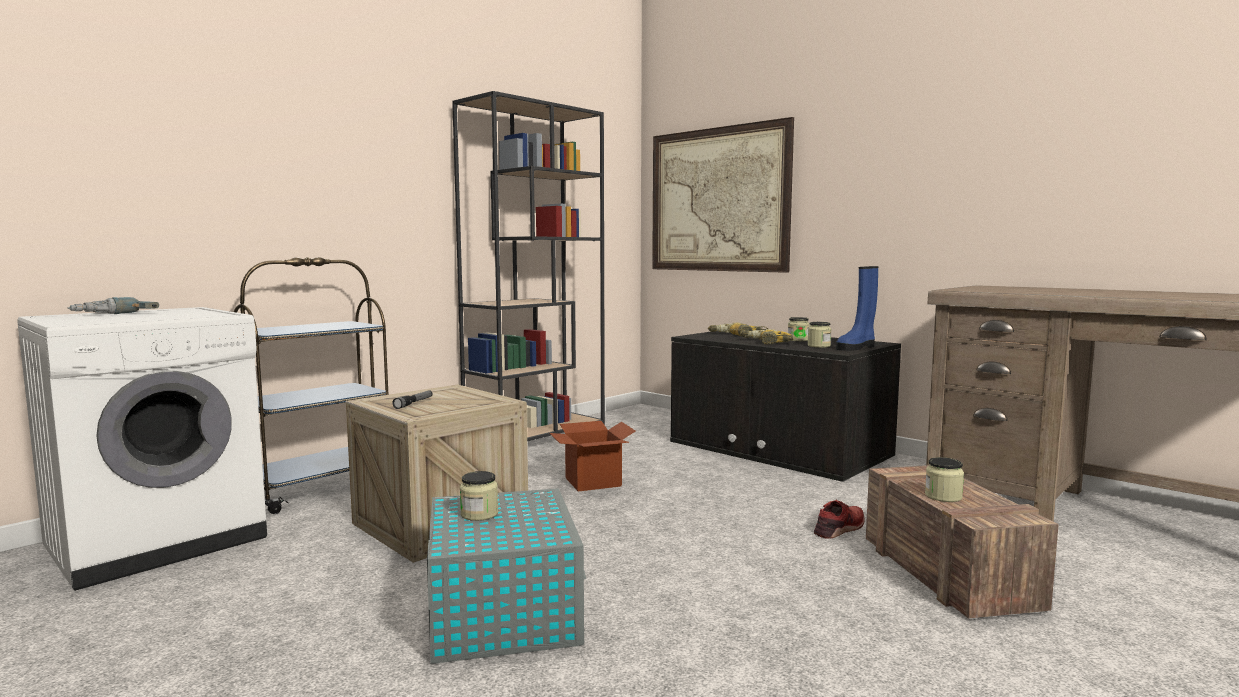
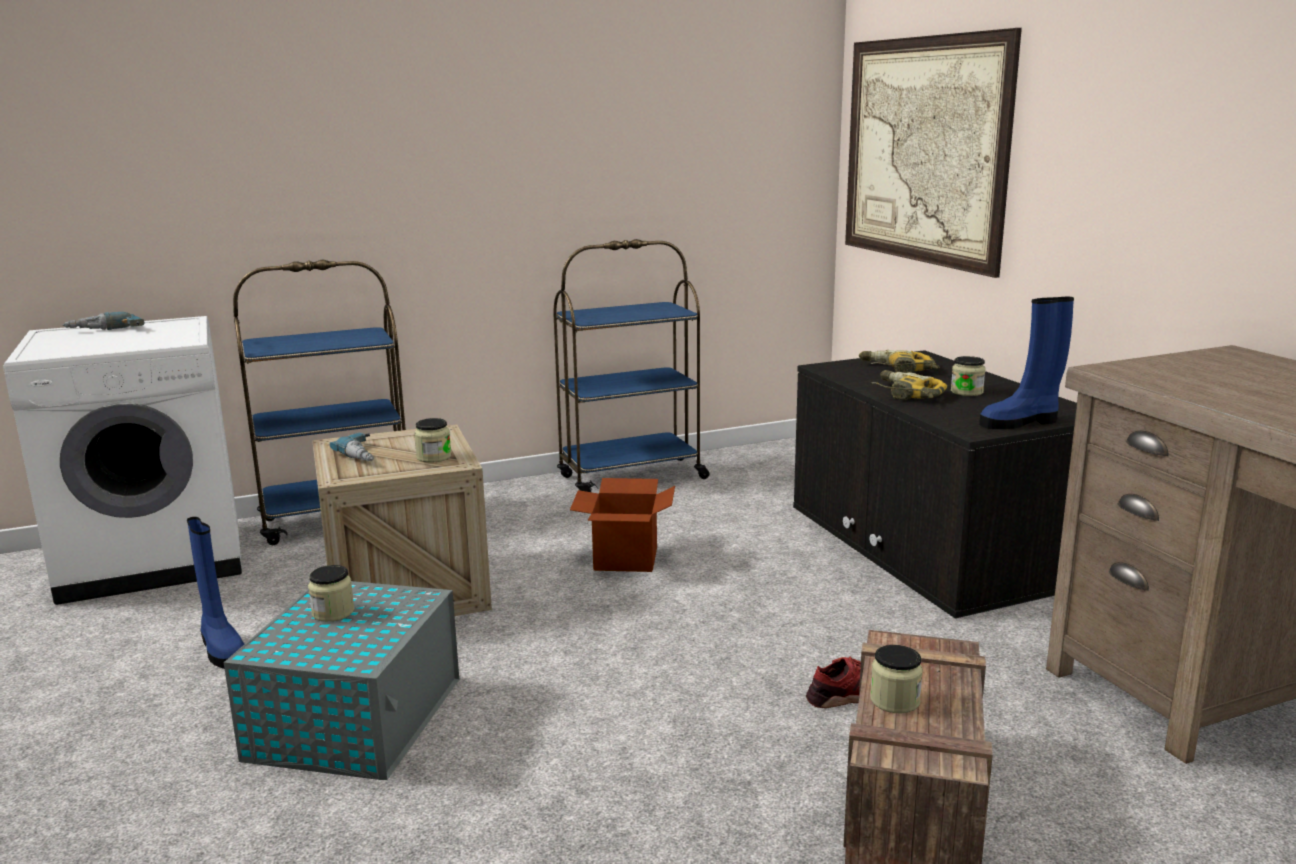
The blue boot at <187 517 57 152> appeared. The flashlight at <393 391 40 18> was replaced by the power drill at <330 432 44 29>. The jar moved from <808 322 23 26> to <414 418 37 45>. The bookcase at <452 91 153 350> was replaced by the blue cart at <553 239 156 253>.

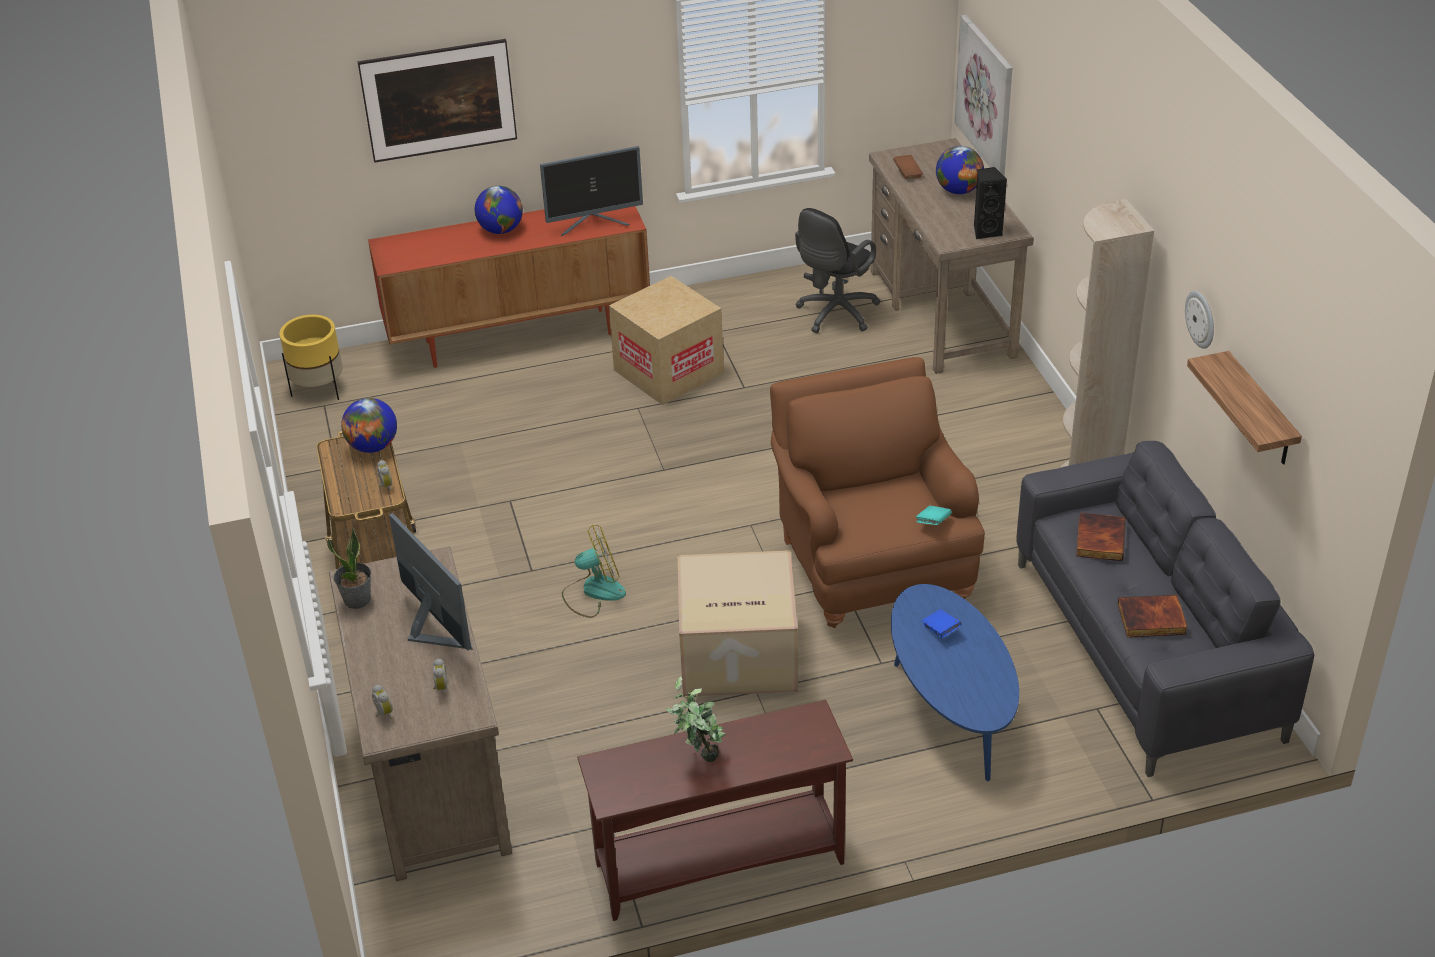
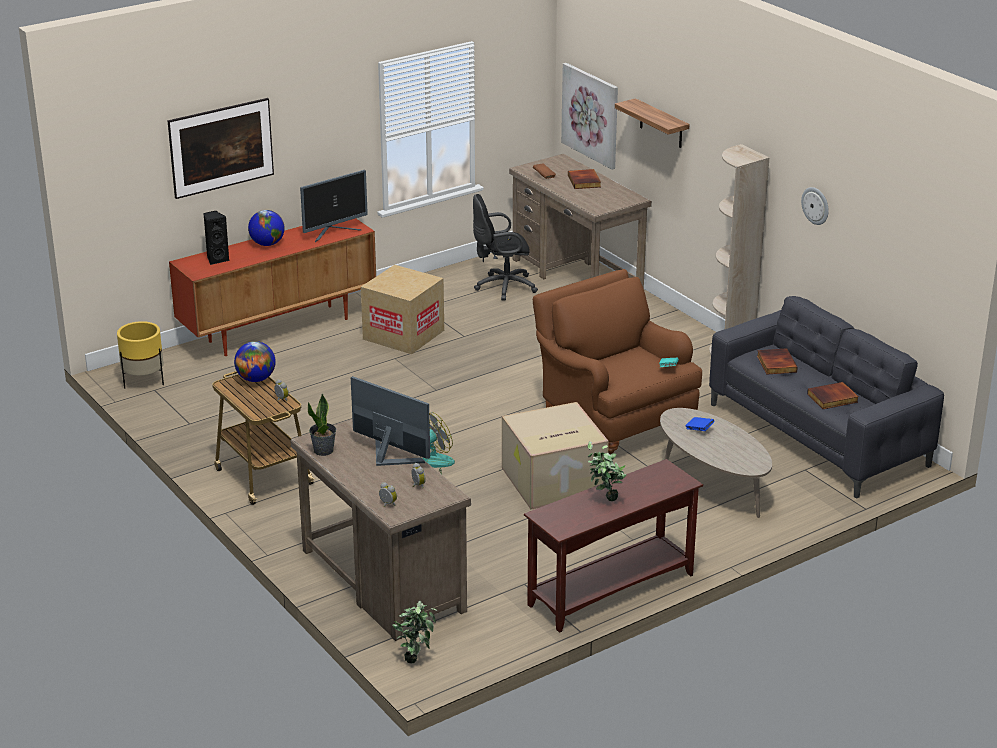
The black speaker moved from <974 167 33 73> to <203 211 26 54>. The potted plant at <392 601 45 63> appeared. The black office chair at <795 208 86 125> turned 60 degrees clockwise. The globe at <936 146 48 48> was replaced by the book at <568 169 33 20>. The shelf moved from <1187 351 115 114> to <615 98 74 50>. The blue coffee table at <891 584 128 197> became the beige coffee table at <660 408 112 110>.

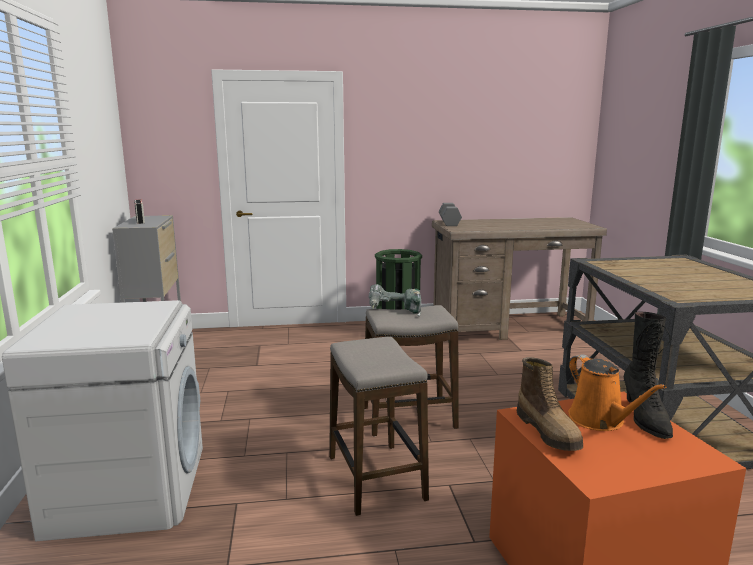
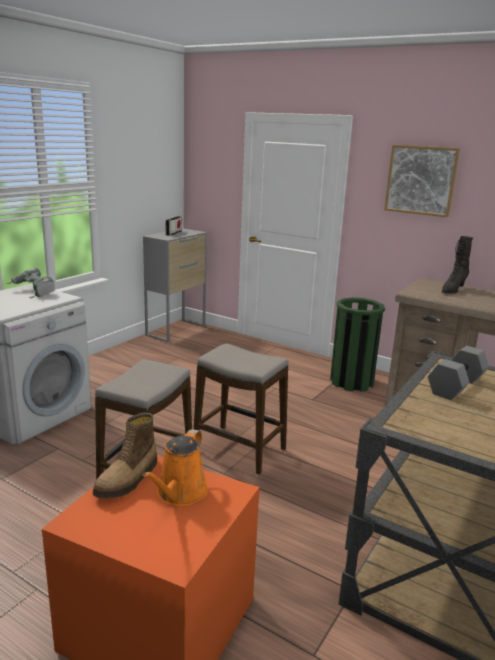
The power drill moved from <369 284 52 32> to <6 268 49 30>. The picture at <384 145 76 72> appeared. The grey dumbbell moved from <439 203 23 23> to <428 346 61 54>. The black boot moved from <624 311 49 128> to <442 236 31 58>.

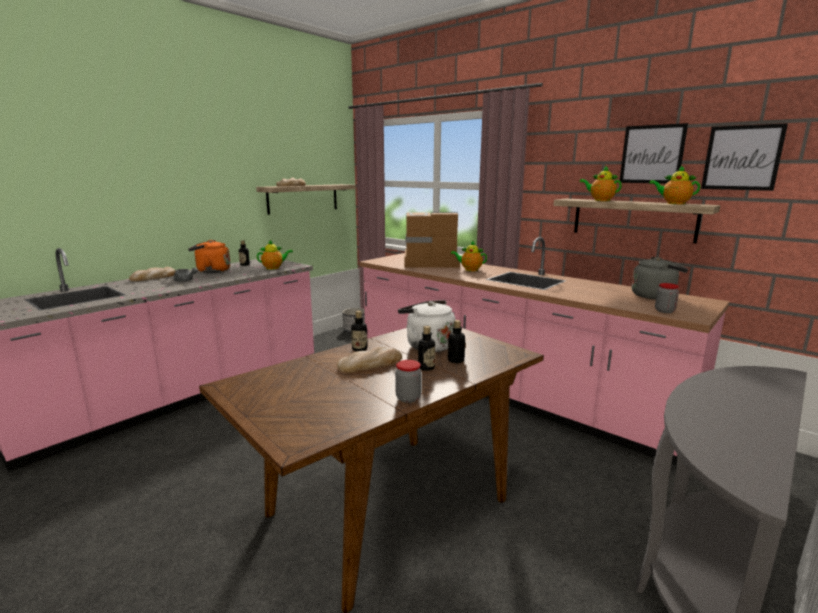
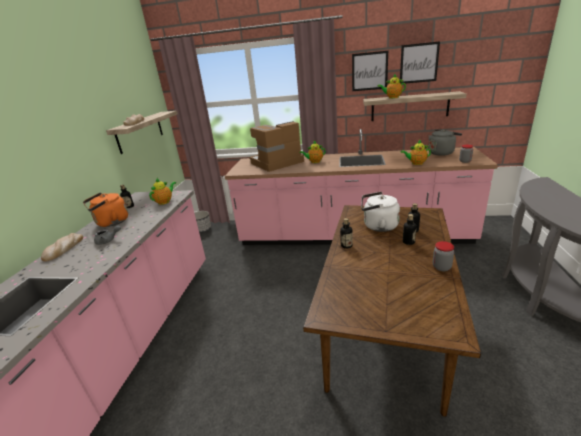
The picture moved from <701 123 87 68> to <352 51 36 40>. The teapot moved from <649 165 51 39> to <401 140 30 25>. The bread at <337 347 65 26> disappeared.

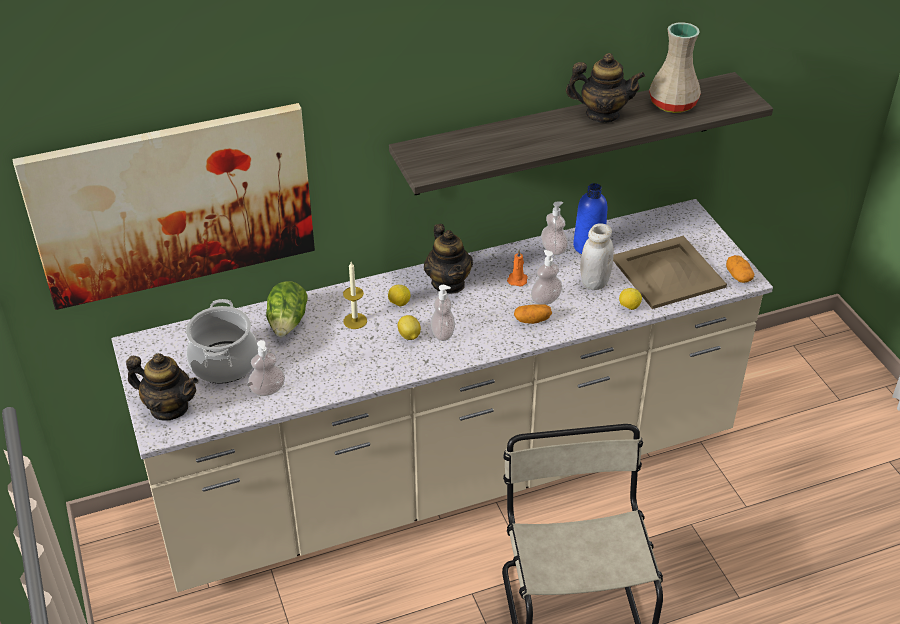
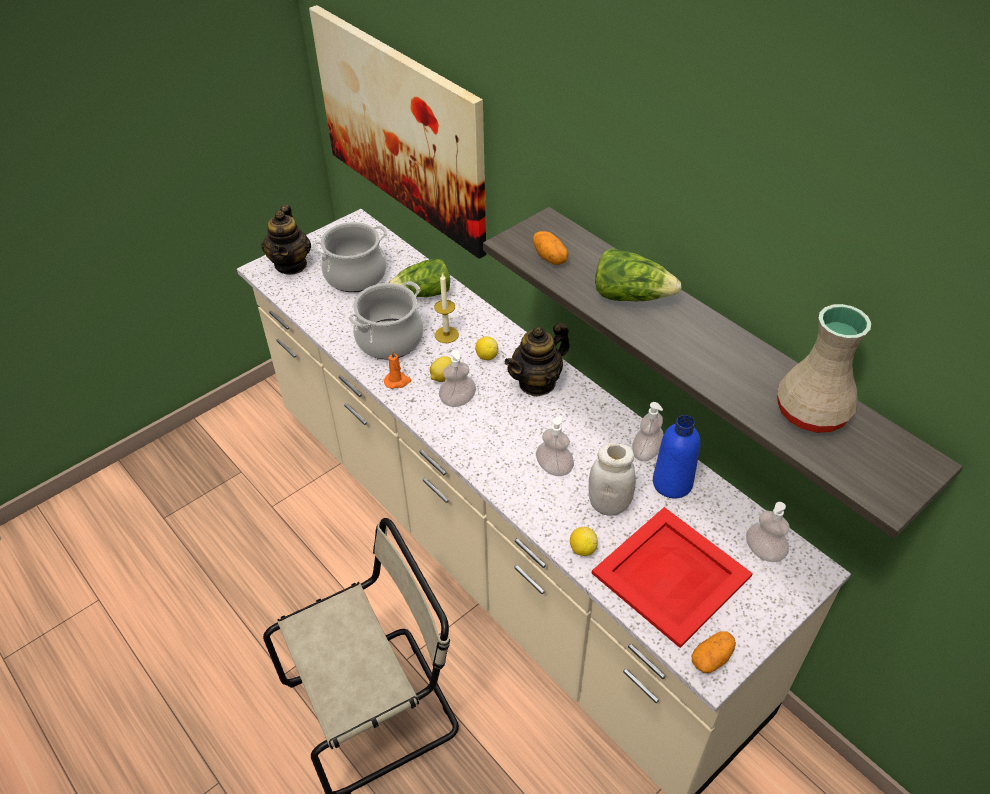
The cooking pot at <349 281 74 79> appeared. The orange candle moved from <507 250 21 37> to <384 350 27 39>. The potato moved from <514 304 38 20> to <533 231 35 34>. The beige tray at <613 236 114 73> became the red tray at <592 507 161 141>. The lettuce at <595 248 87 53> appeared. The soap dispenser moved from <248 340 37 56> to <746 502 44 60>. The teapot at <566 53 79 69> disappeared.

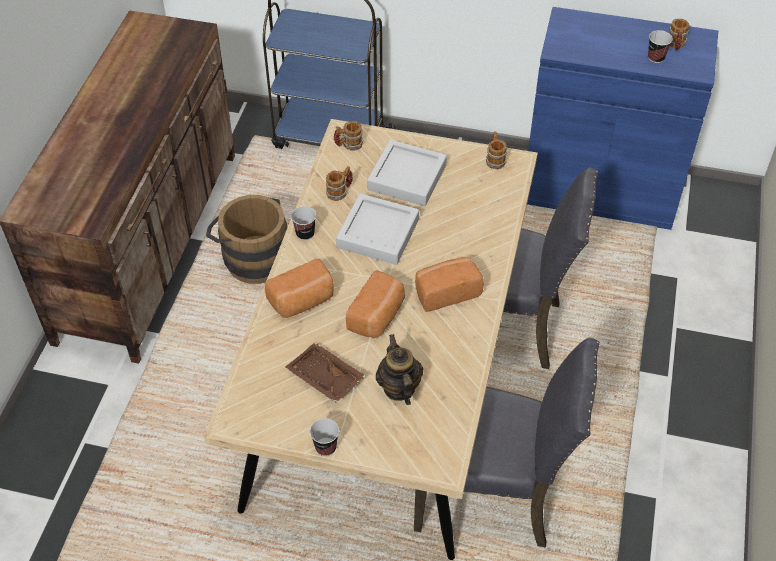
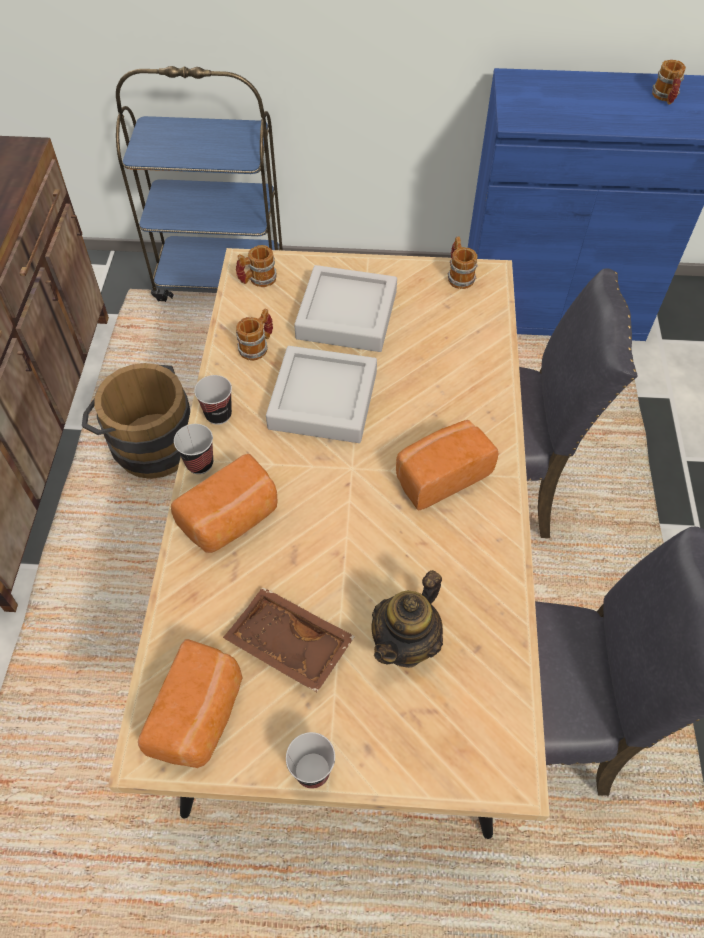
The bread moved from <346 270 59 68> to <138 639 105 129>. The cup moved from <648 30 25 33> to <174 424 39 50>. The teapot at <376 334 47 71> turned 120 degrees counterclockwise.

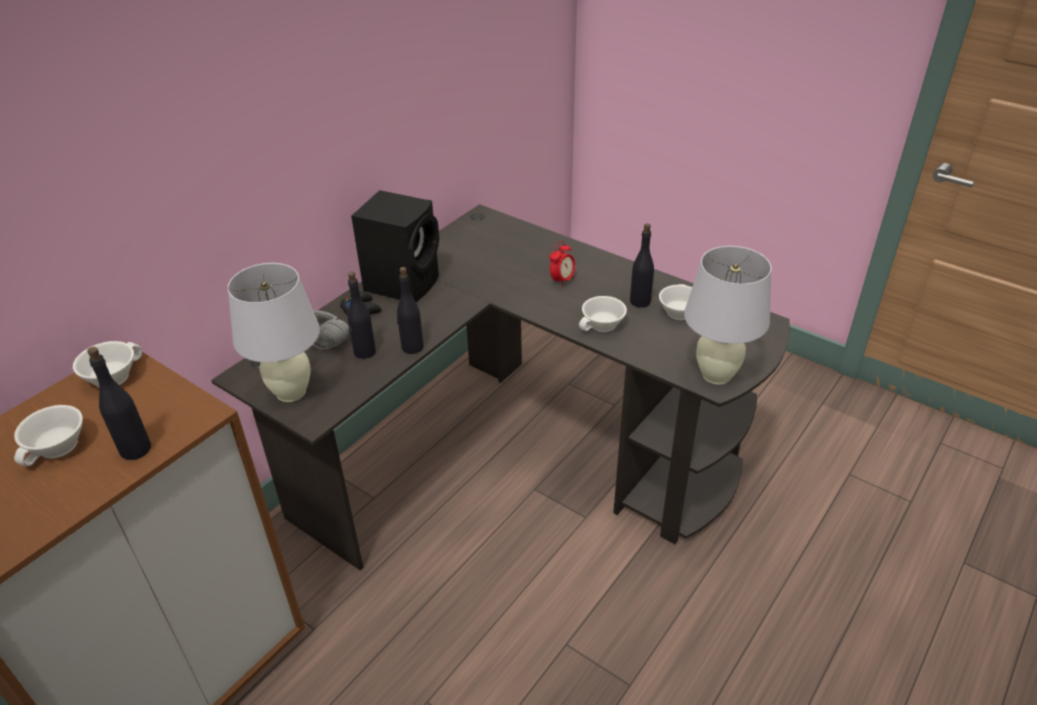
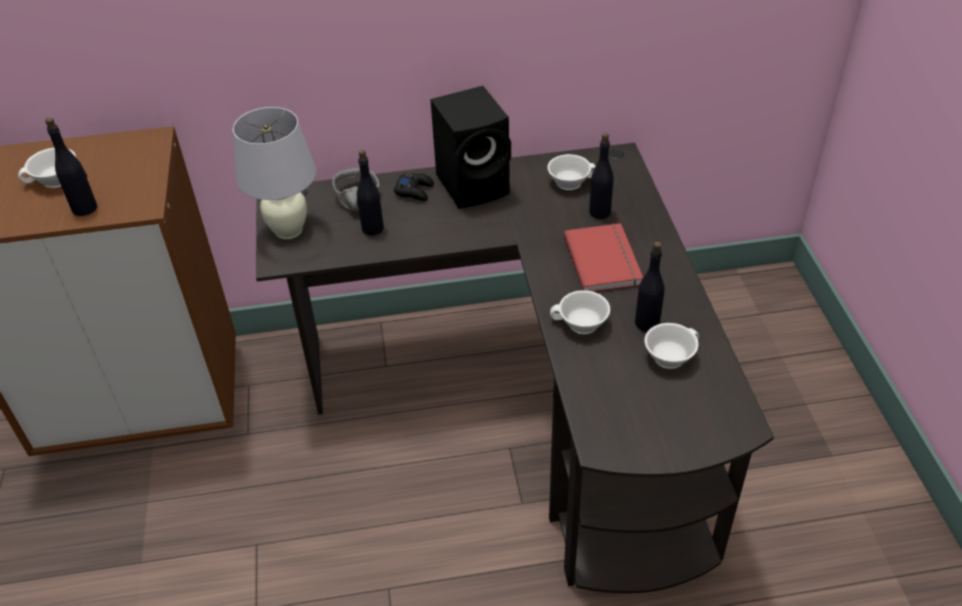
The white cup moved from <73 341 69 47> to <547 154 49 36>. The alarm clock at <549 241 26 46> was replaced by the red book at <564 223 79 69>. The black bottle moved from <397 267 27 87> to <589 133 25 86>. The white table lamp at <684 246 88 139> disappeared.

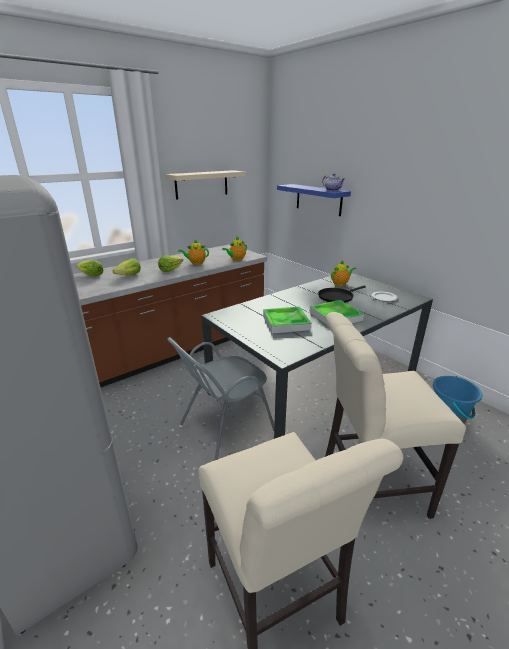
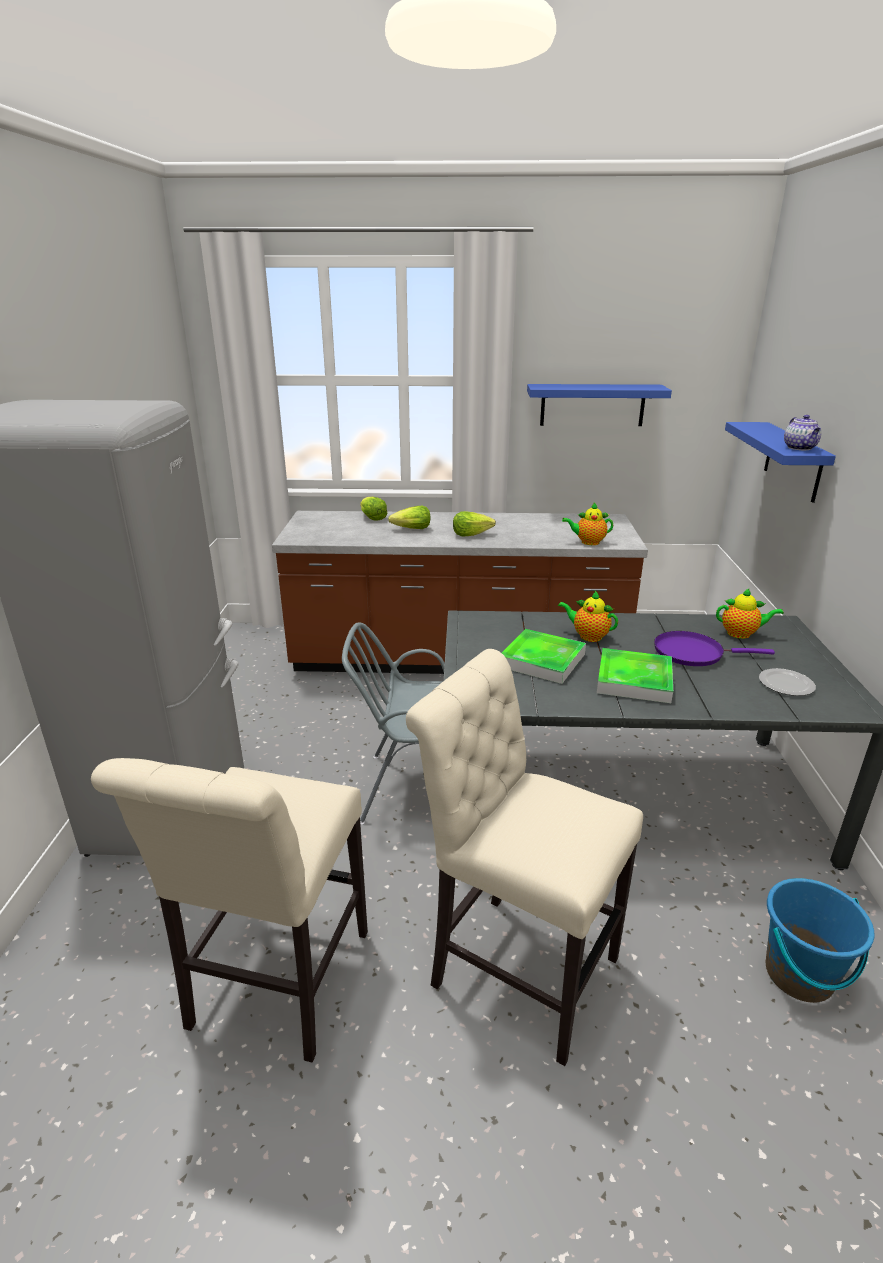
The beige shelf at <165 170 81 30> became the blue shelf at <527 384 145 42>. The teapot moved from <178 239 31 26> to <558 591 60 51>. The black frying pan at <318 286 48 17> became the purple frying pan at <654 631 121 35>.

